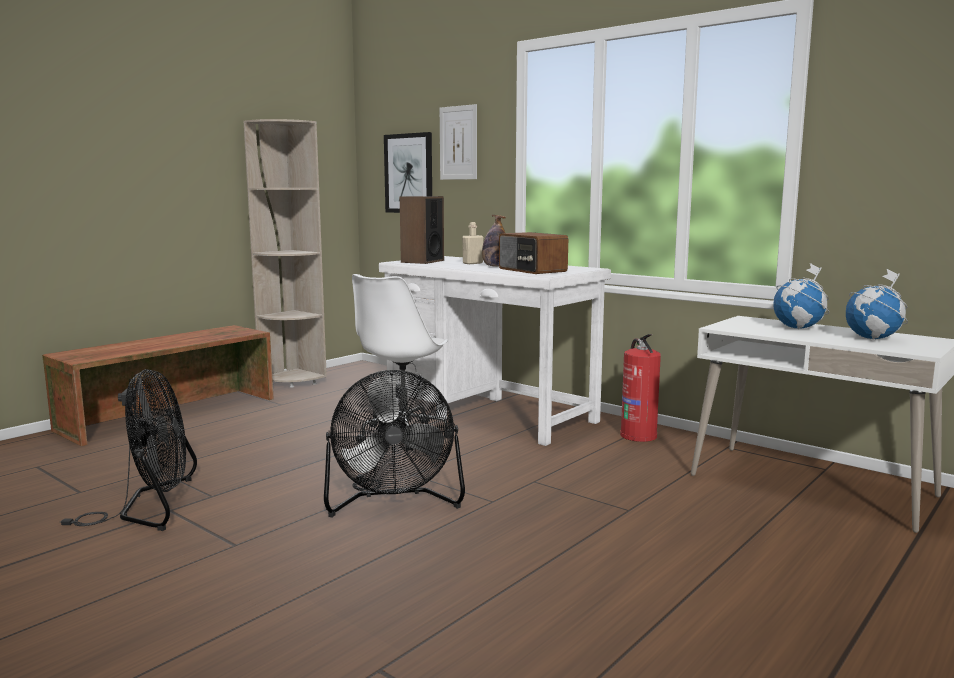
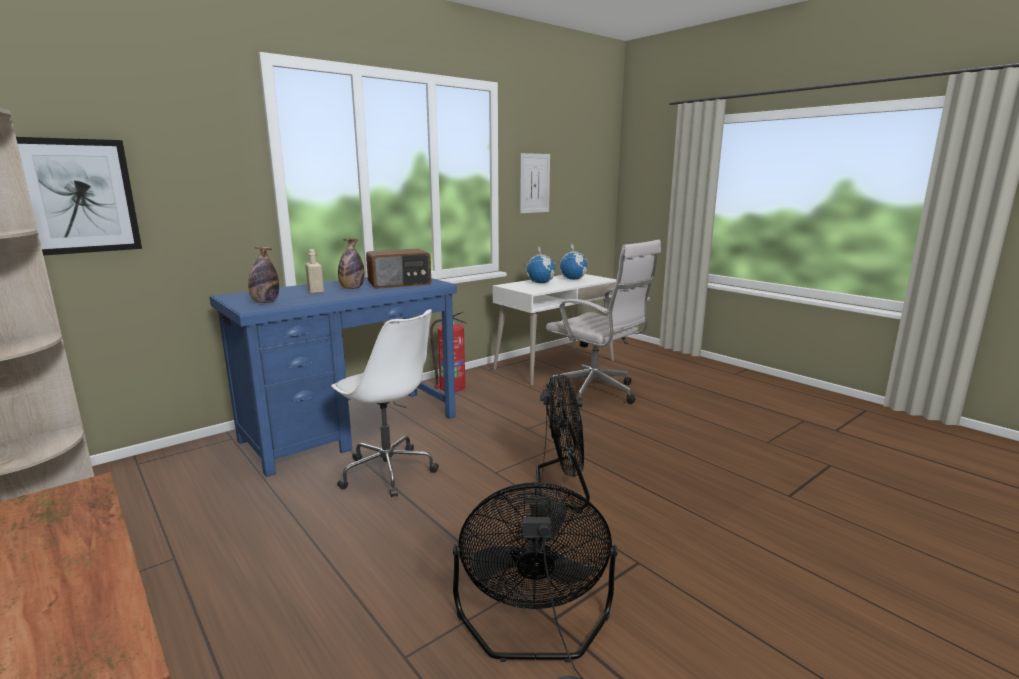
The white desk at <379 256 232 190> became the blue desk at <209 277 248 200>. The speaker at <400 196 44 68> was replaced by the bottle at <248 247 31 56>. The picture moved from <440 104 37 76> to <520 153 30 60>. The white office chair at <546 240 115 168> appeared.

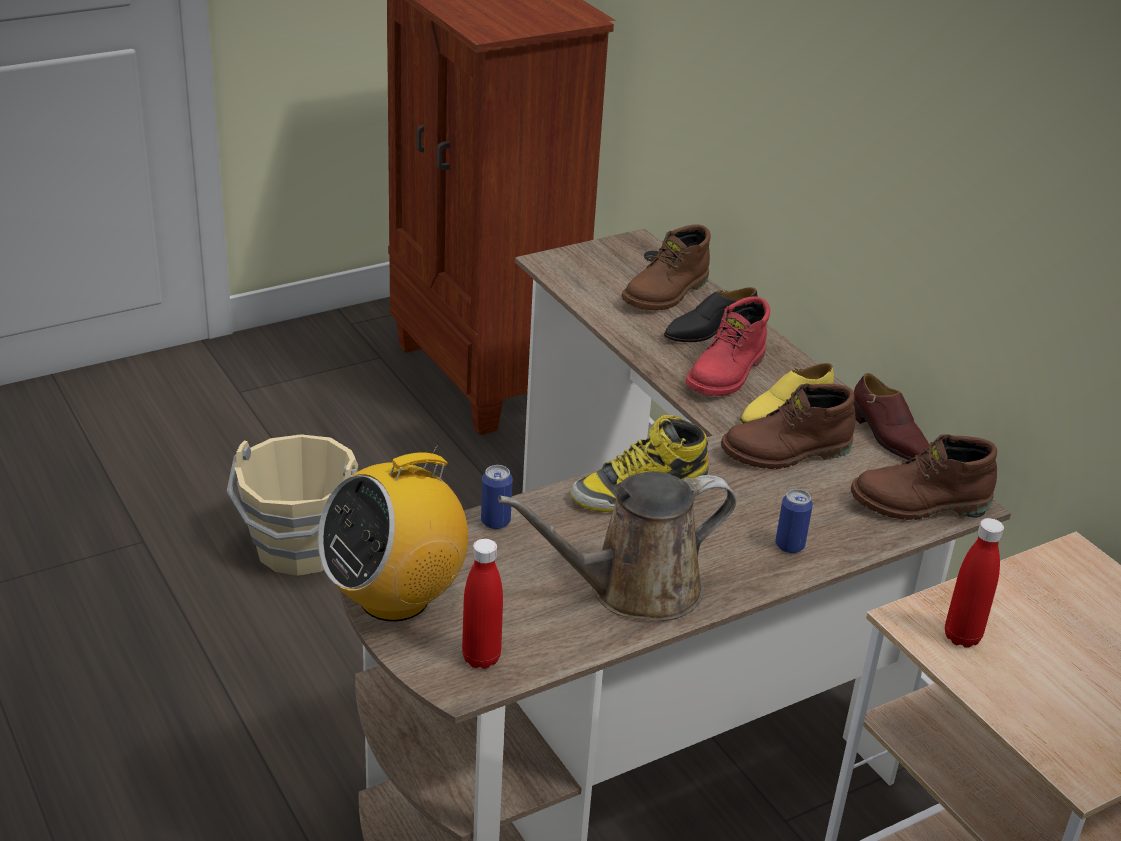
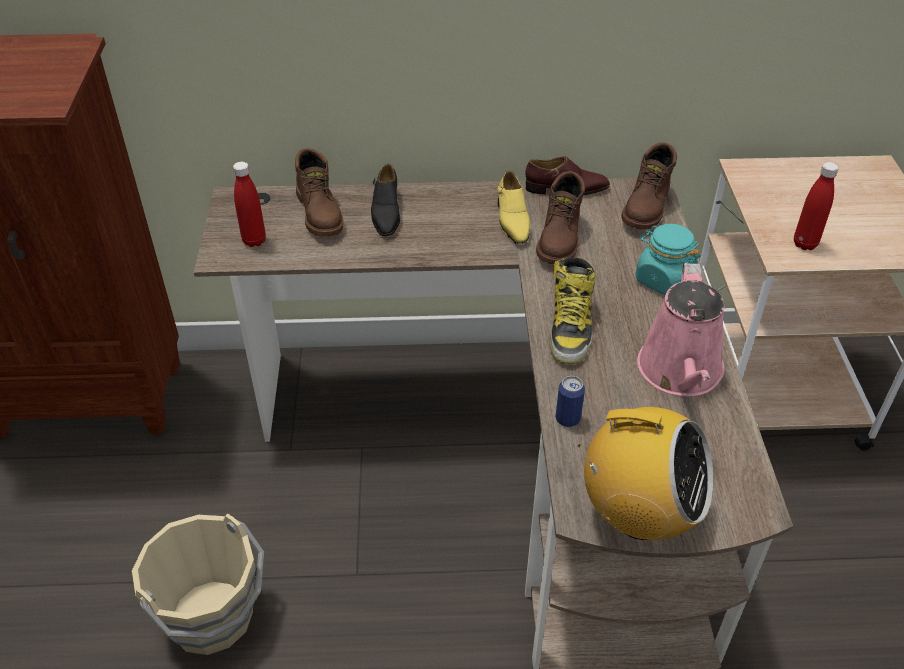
The red bottle moved from <462 539 41 130> to <233 162 33 85>. The radio at <318 443 150 179> turned 60 degrees counterclockwise. The can at <776 489 37 64> was replaced by the turquoise jar at <635 224 65 71>. The brown watering can at <498 471 238 150> became the pink watering can at <637 263 87 134>. The red boot at <685 296 85 100> disappeared.

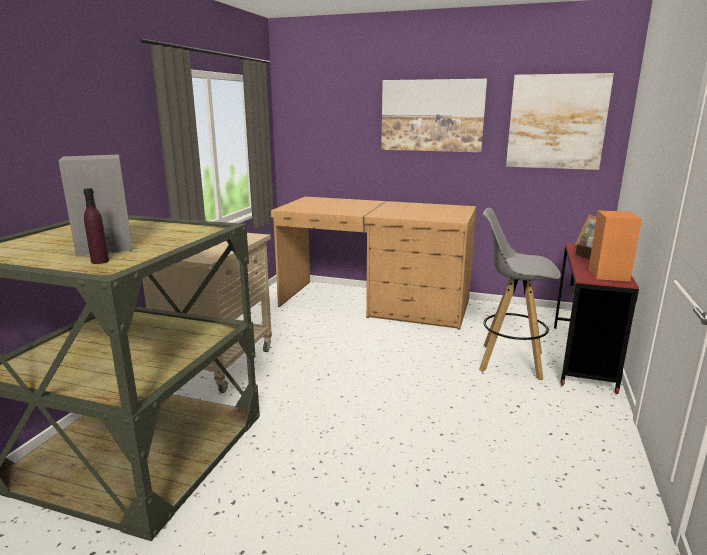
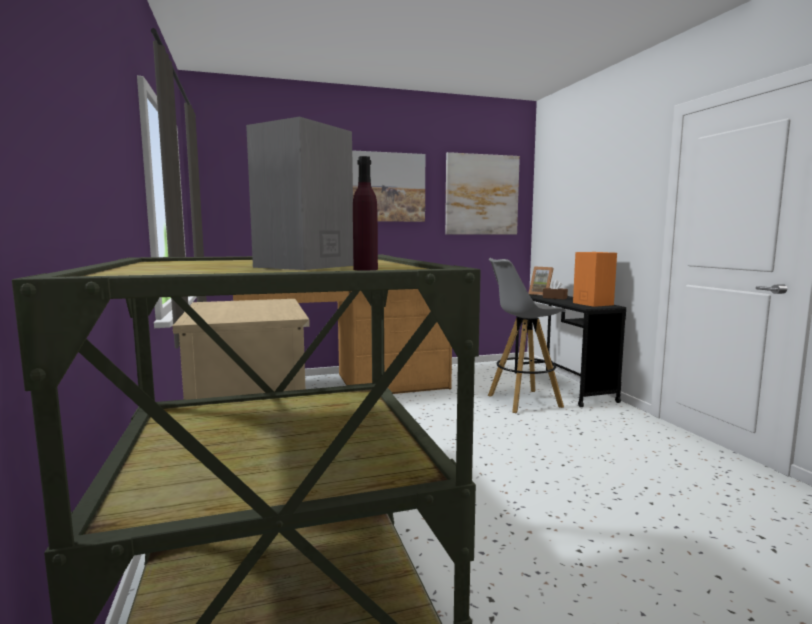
The red desk at <554 243 85 151> became the black desk at <515 294 111 113>.

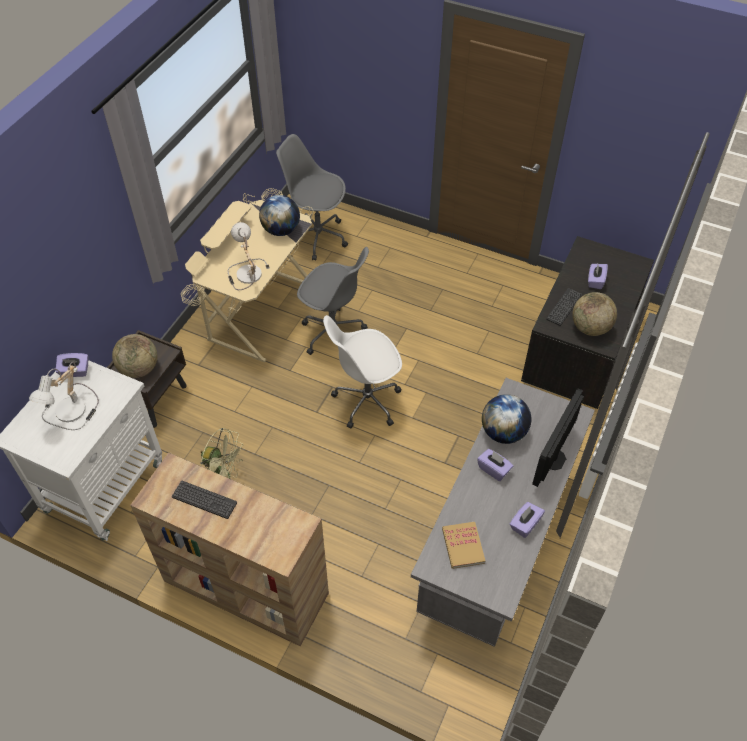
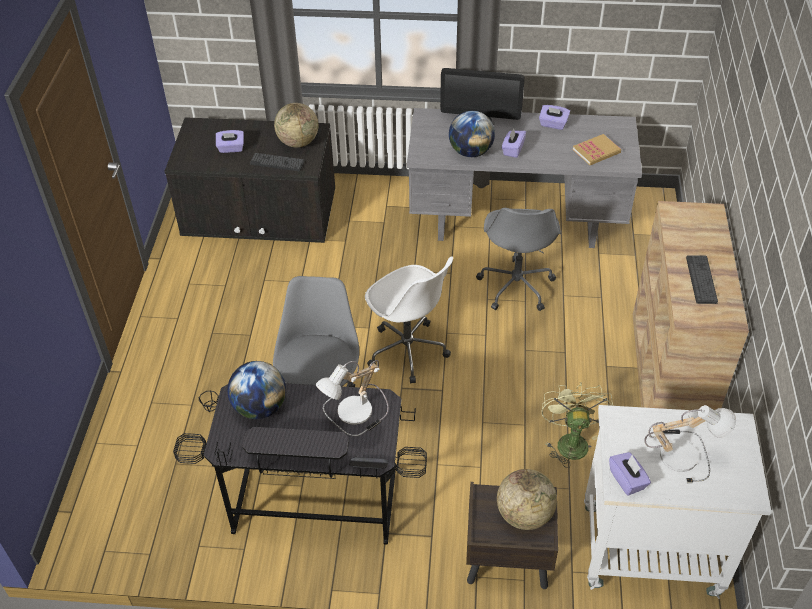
The beige desk at <181 188 132 175> became the black desk at <173 383 254 162>. The grey office chair moved from <276 134 72 126> to <476 208 85 103>.

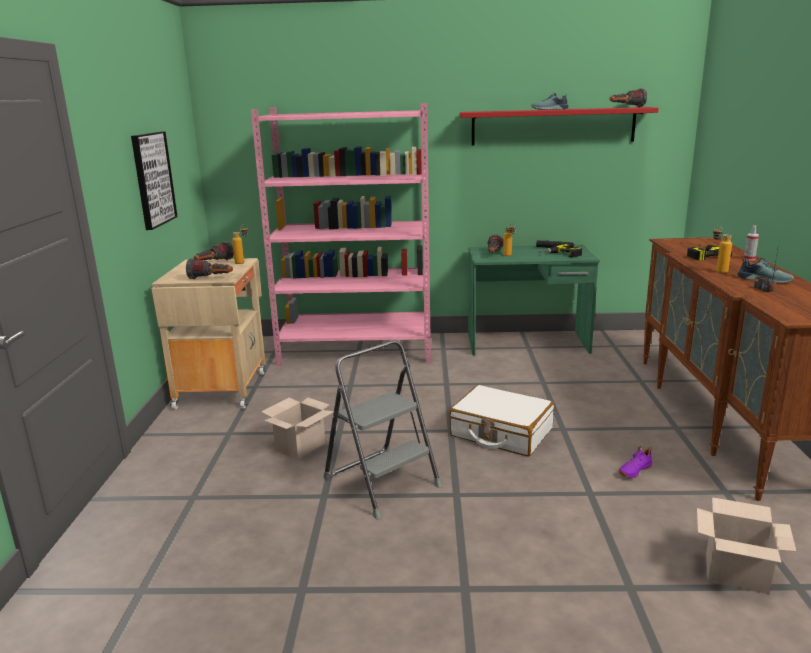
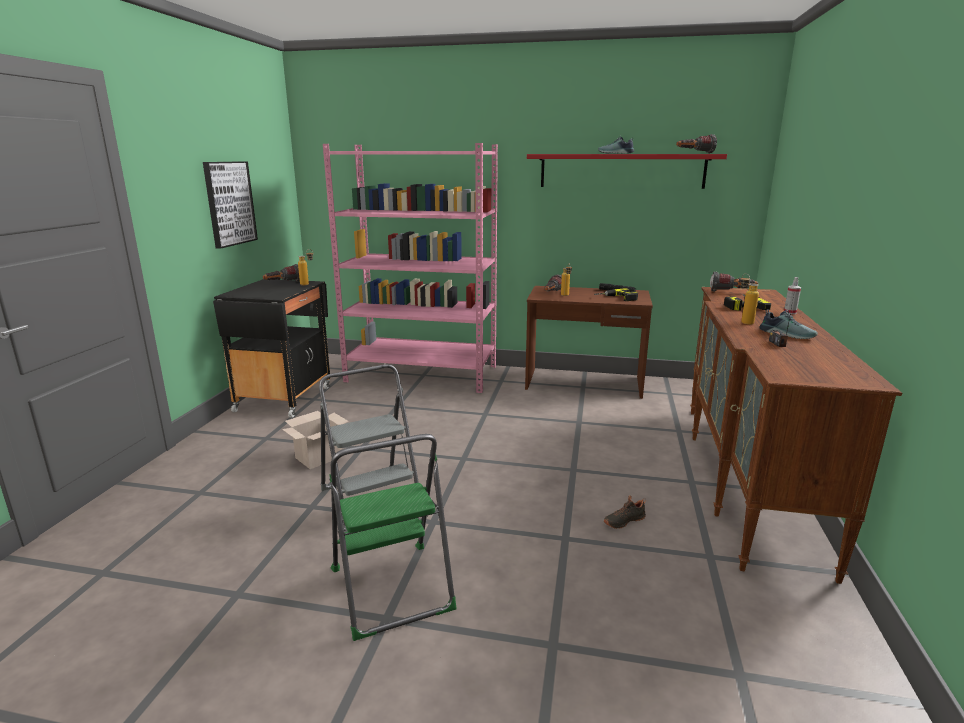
The beige cart at <151 258 115 152> became the black cart at <213 279 117 139>. The green step ladder at <329 434 128 207> appeared. The green desk at <468 245 132 111> became the brown desk at <525 286 128 113>. The purple shoe at <619 445 33 33> became the black shoe at <604 496 42 33>. The flashlight moved from <186 258 47 21> to <710 272 48 20>. The white suitcase at <449 385 105 72> disappeared. The cardboard box at <697 497 99 97> disappeared.

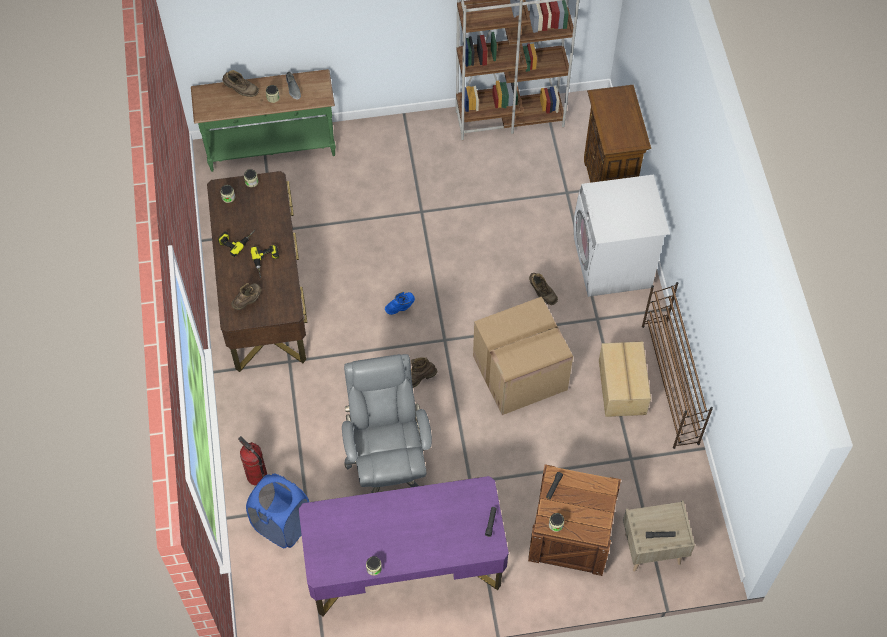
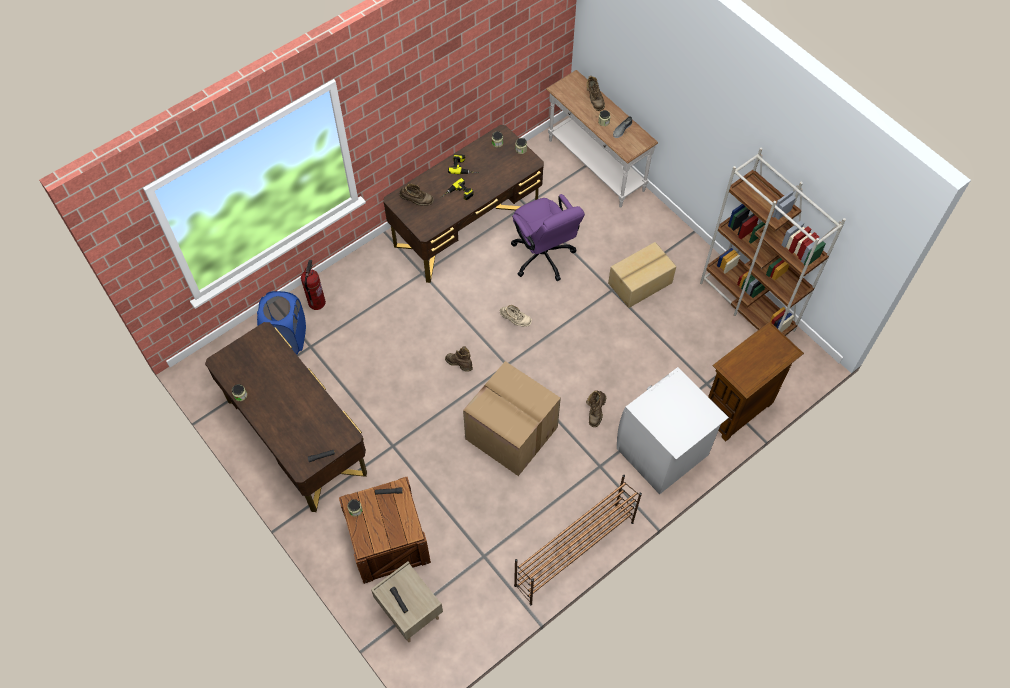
The purple desk at <299 476 210 140> became the brown desk at <205 322 162 190>. The blue boot at <385 292 30 23> became the beige boot at <500 305 32 22>. The purple office chair at <511 194 74 87> appeared. The green console table at <191 69 145 103> became the white console table at <546 70 112 138>. The cardboard box moved from <599 341 52 76> to <608 242 68 66>. The grey office chair at <342 354 90 139> disappeared.

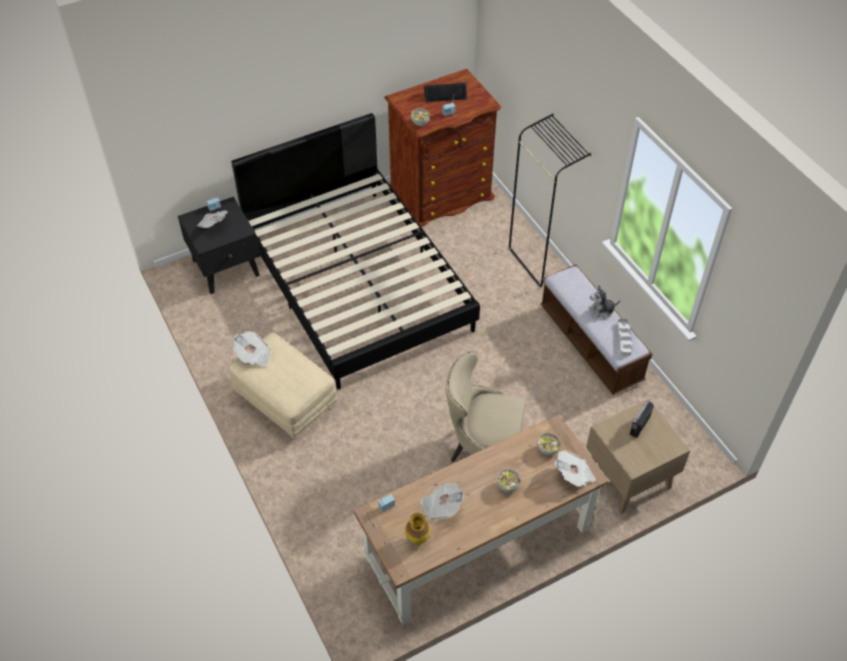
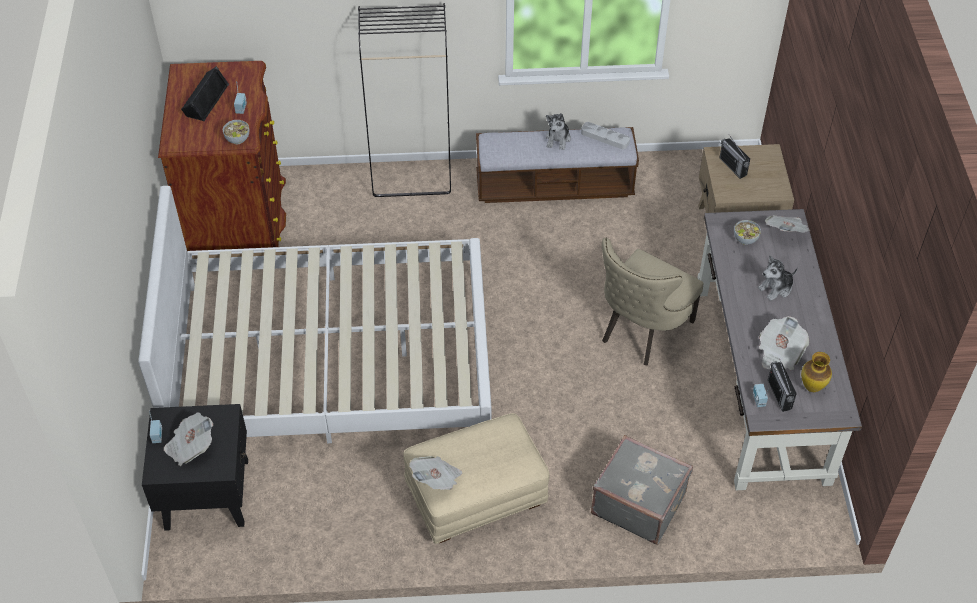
The black bed at <231 113 249 276> became the white bed at <138 186 353 257>. The grey suitcase at <591 435 102 110> appeared. The brown desk at <353 414 256 211> became the grey desk at <697 209 165 281>. The bowl at <497 469 24 23> was replaced by the plush toy at <758 255 40 46>. The radio at <768 359 29 53> appeared.

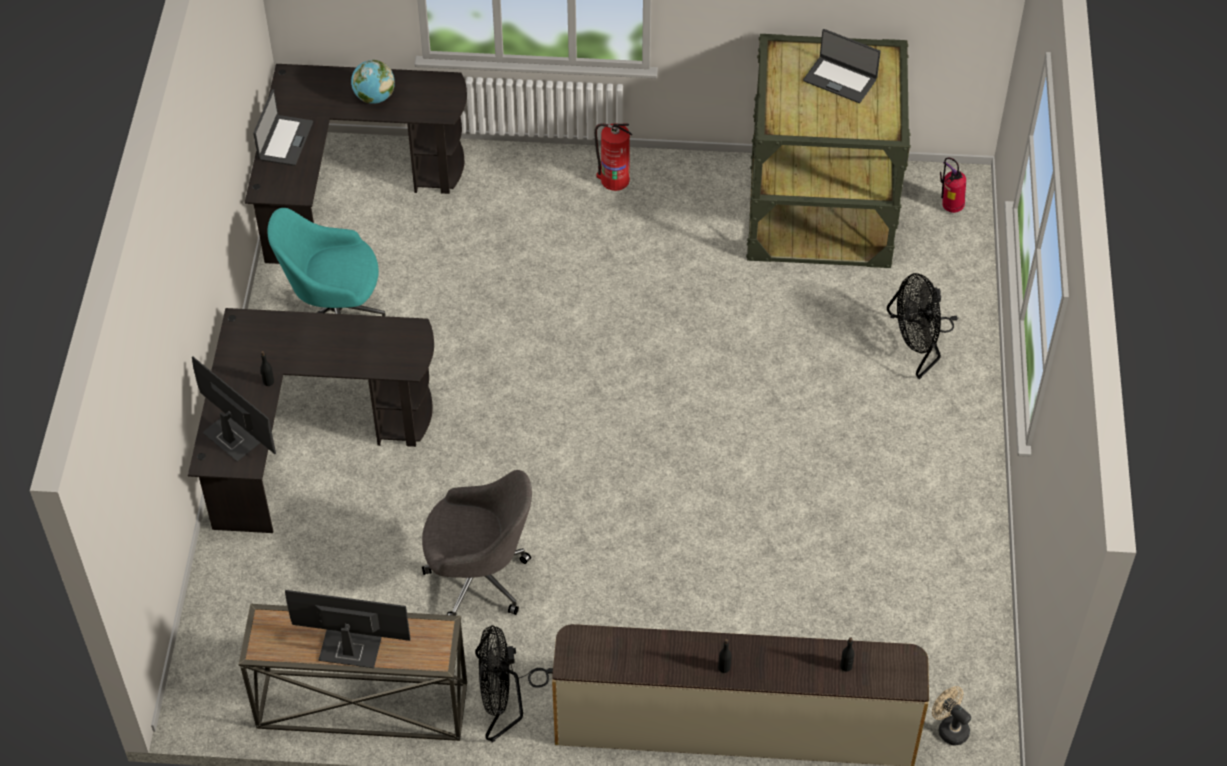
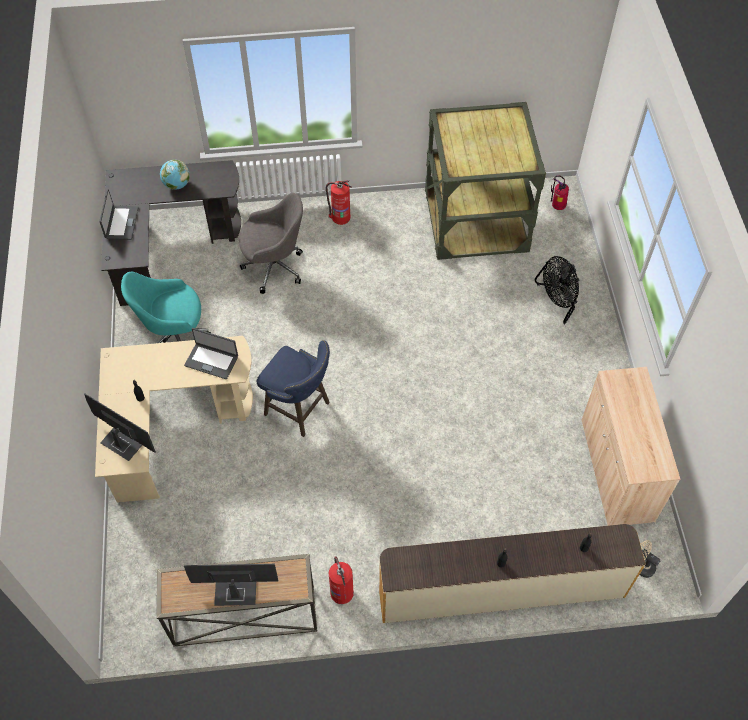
The black desk at <188 308 246 225> became the beige desk at <95 336 158 167>. The laptop moved from <803 29 78 74> to <184 328 54 51>. The grey office chair moved from <422 470 110 146> to <239 193 64 101>. The blue stool at <256 340 74 97> appeared. The black fan at <475 625 78 118> was replaced by the fire extinguisher at <329 556 25 48>. The beige cabinet at <582 367 98 159> appeared.

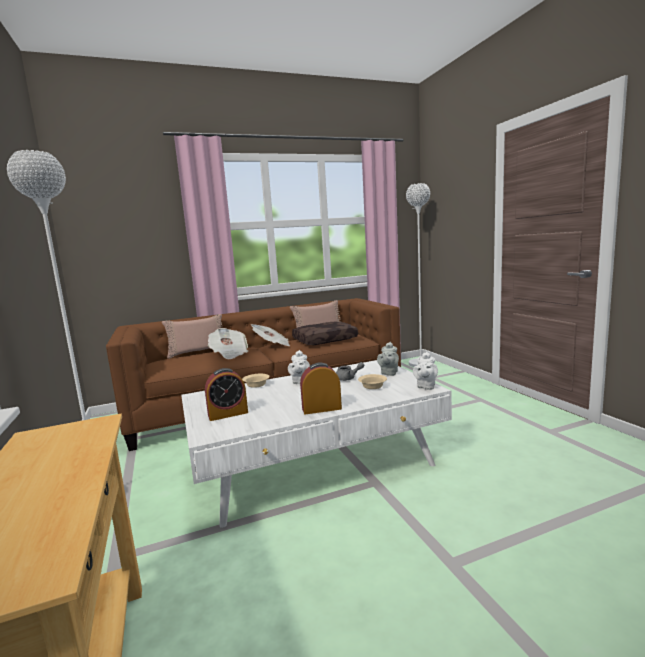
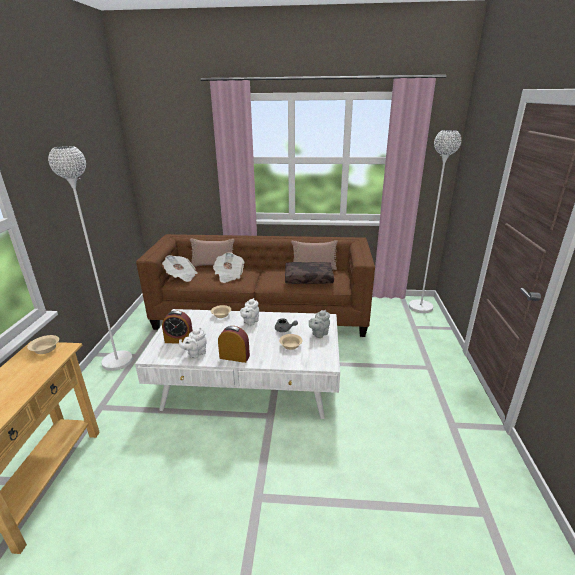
The beige bowl at <27 335 32 19> appeared. The newspaper moved from <251 324 39 22> to <162 255 36 27>. The white teapot moved from <413 352 25 38> to <179 327 28 31>.

